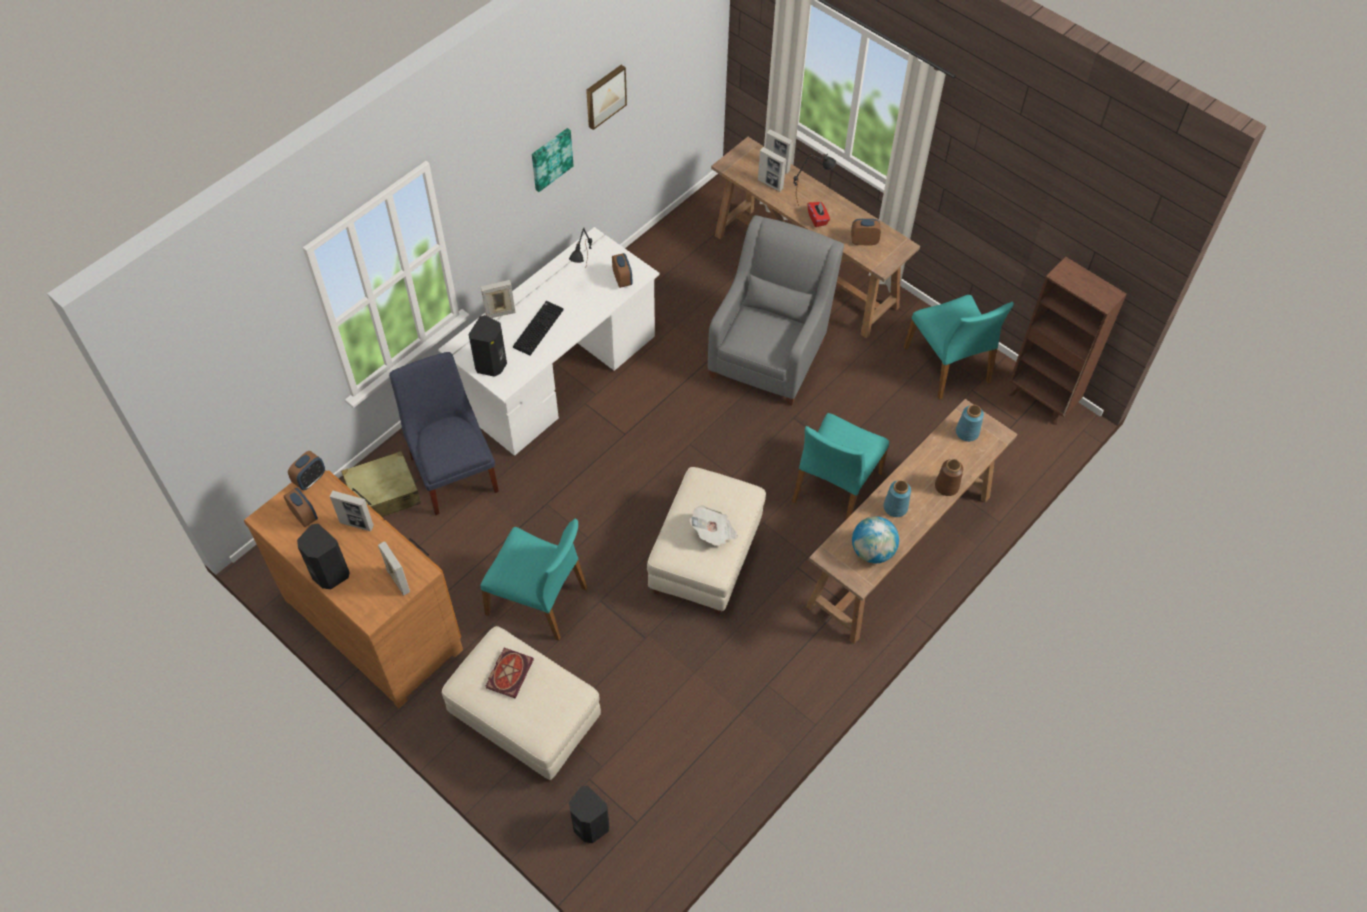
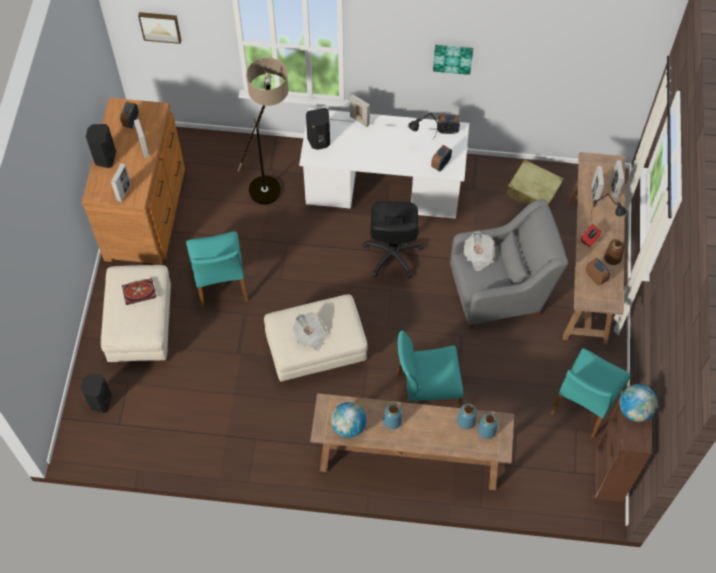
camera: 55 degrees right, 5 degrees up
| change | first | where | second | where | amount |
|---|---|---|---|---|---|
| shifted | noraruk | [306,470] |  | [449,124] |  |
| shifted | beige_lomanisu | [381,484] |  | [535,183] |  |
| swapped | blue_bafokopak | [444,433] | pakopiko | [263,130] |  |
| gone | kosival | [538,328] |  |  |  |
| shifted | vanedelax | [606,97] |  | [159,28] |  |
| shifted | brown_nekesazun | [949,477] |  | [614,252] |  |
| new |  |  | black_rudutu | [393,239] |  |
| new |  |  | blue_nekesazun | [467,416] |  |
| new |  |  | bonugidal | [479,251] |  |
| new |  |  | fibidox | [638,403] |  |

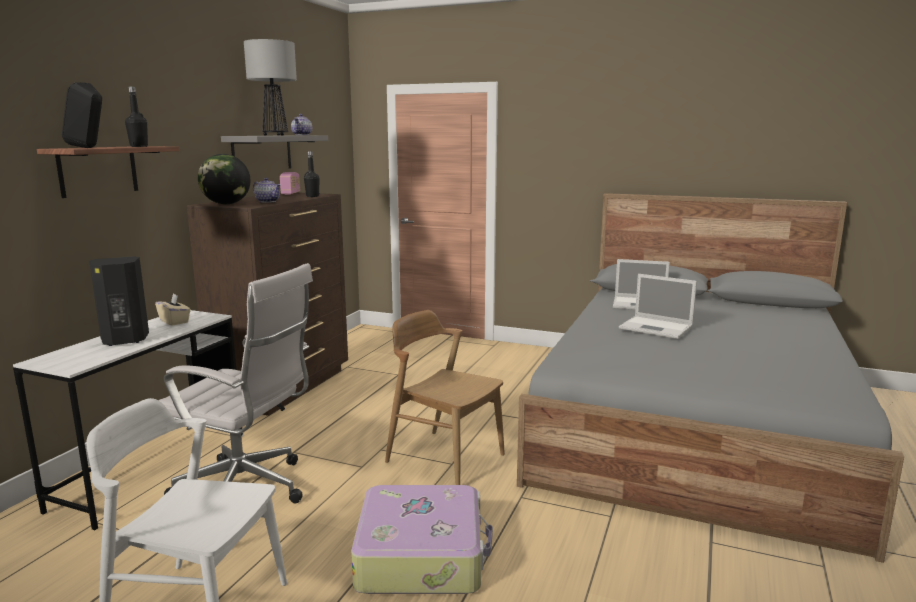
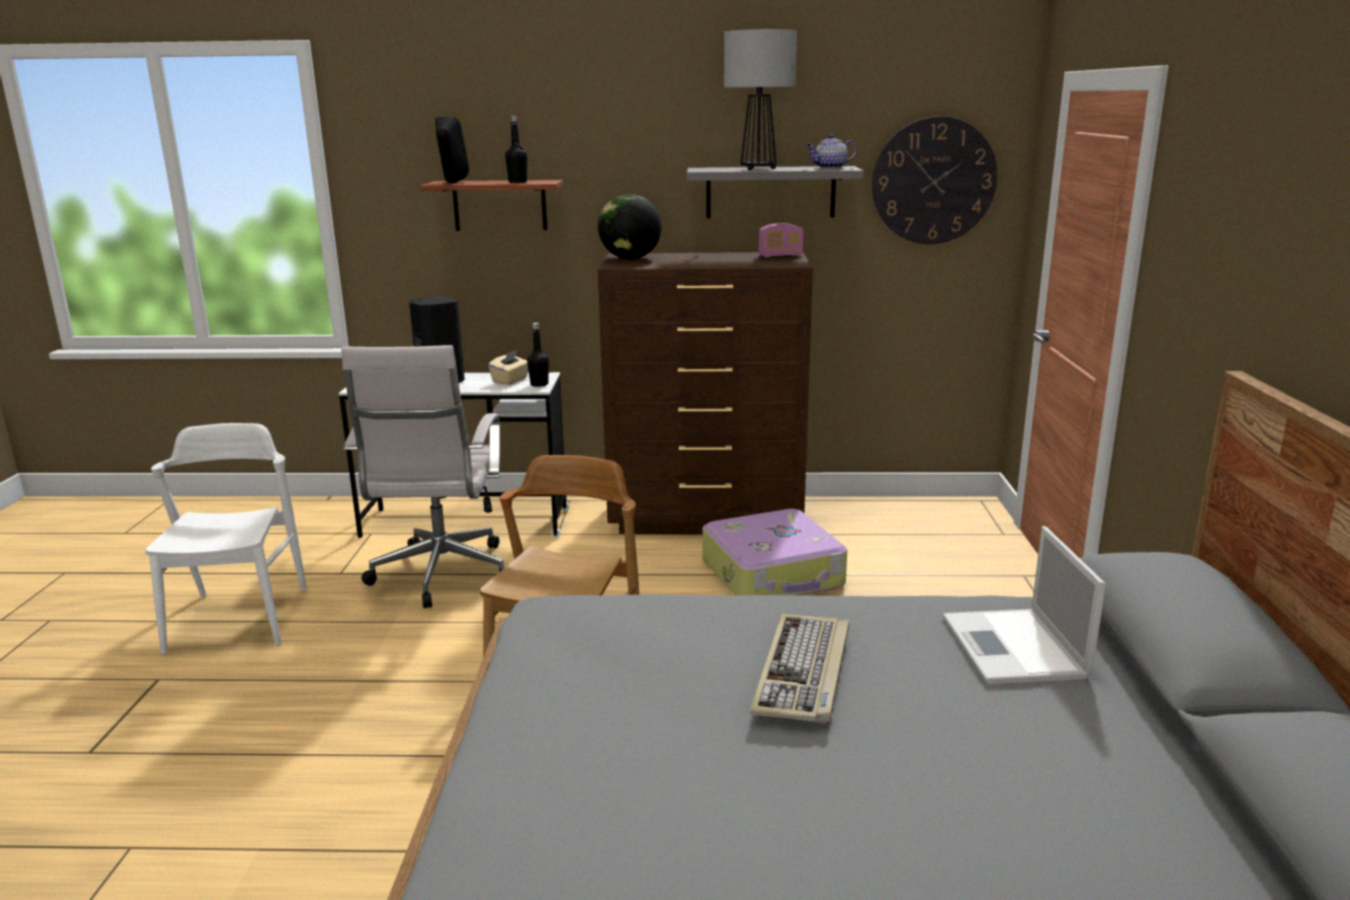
camera: 70 degrees right, 5 degrees up
| change | first | where | second | where | amount |
|---|---|---|---|---|---|
| gone | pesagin | [267,190] |  |  |  |
| shifted | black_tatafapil | [312,174] |  | [538,355] |  |
| shifted | lomanisu | [422,539] |  | [774,552] |  |
| swapped | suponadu | [658,306] | kosival | [800,669] |  |
| new |  |  | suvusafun | [934,180] |  |

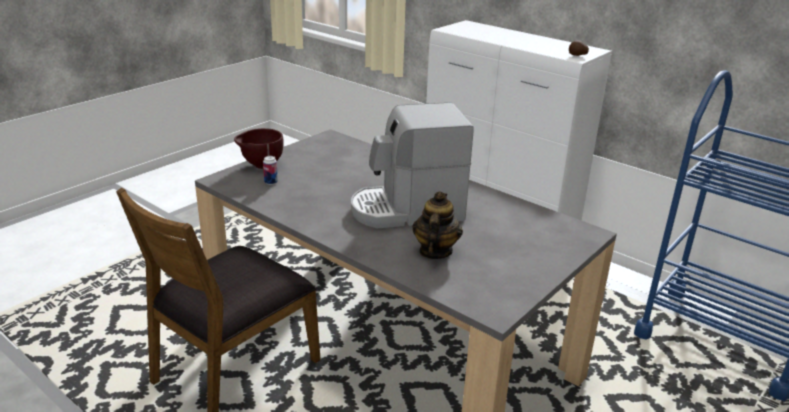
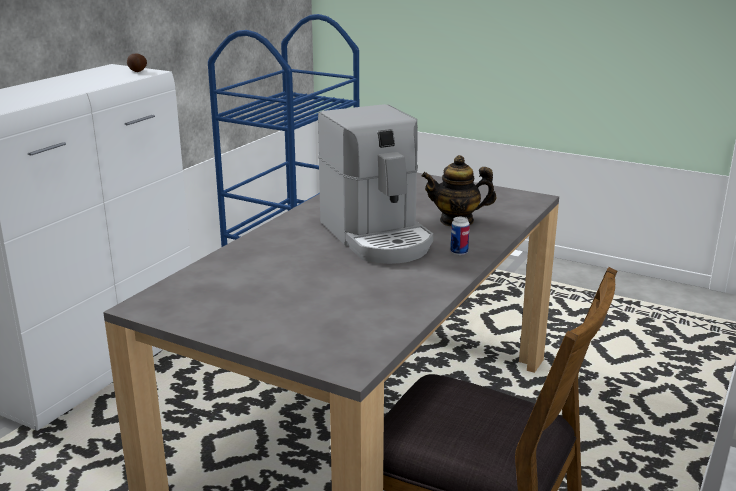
camera: 100 degrees left, 5 degrees down
| change | first | where | second | where | amount |
|---|---|---|---|---|---|
| gone | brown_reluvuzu | [259,148] |  |  |  |
| shifted | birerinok | [270,170] |  | [460,236] |  |

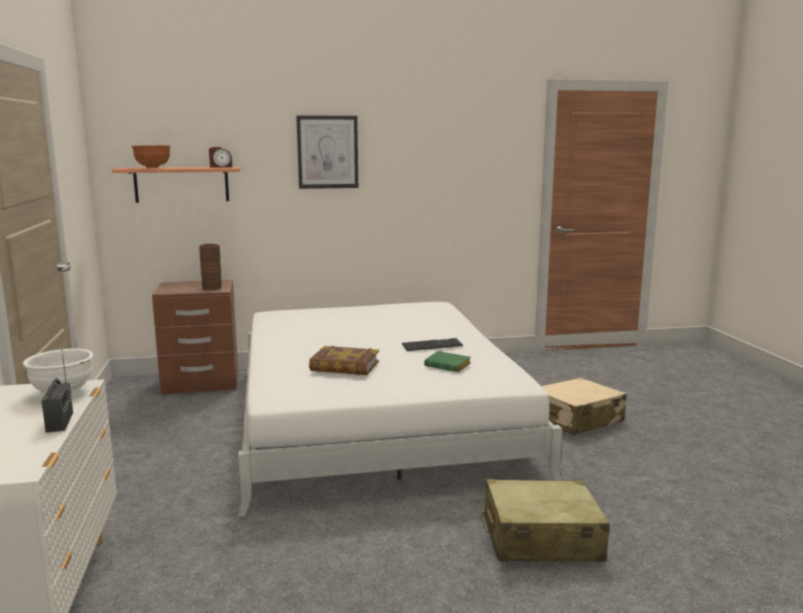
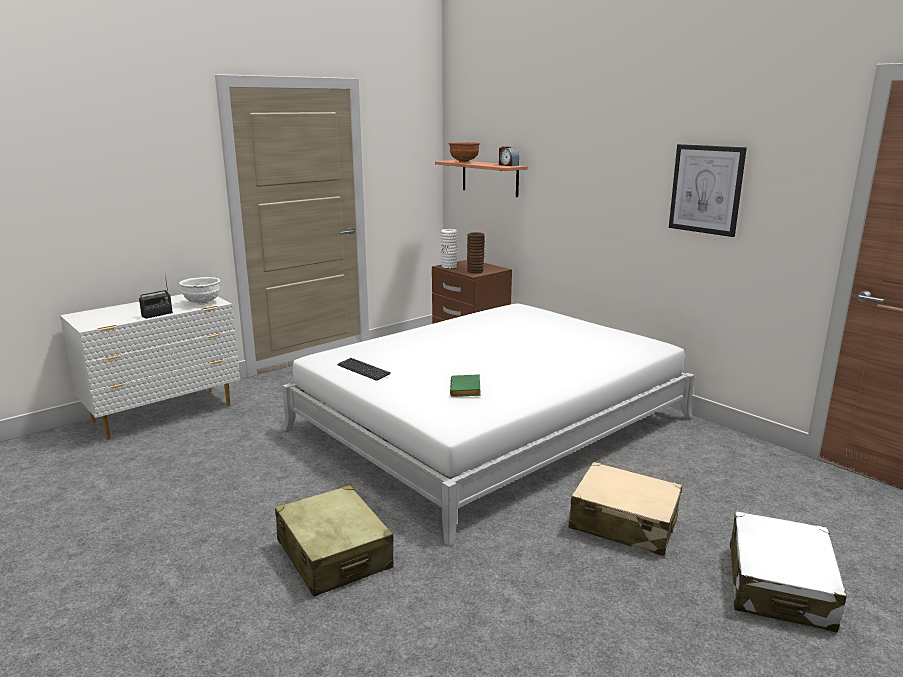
camera: 60 degrees right, 5 degrees up
| change | first | where | second | where | amount |
|---|---|---|---|---|---|
| shifted | vanedelax | [327,152] |  | [708,190] |  |
| gone | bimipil | [344,360] |  |  |  |
| shifted | kosival | [432,344] |  | [363,369] |  |
| new |  |  | white_nekesazun | [449,249] |  |
| new |  |  | white_lomanisu | [788,571] |  |

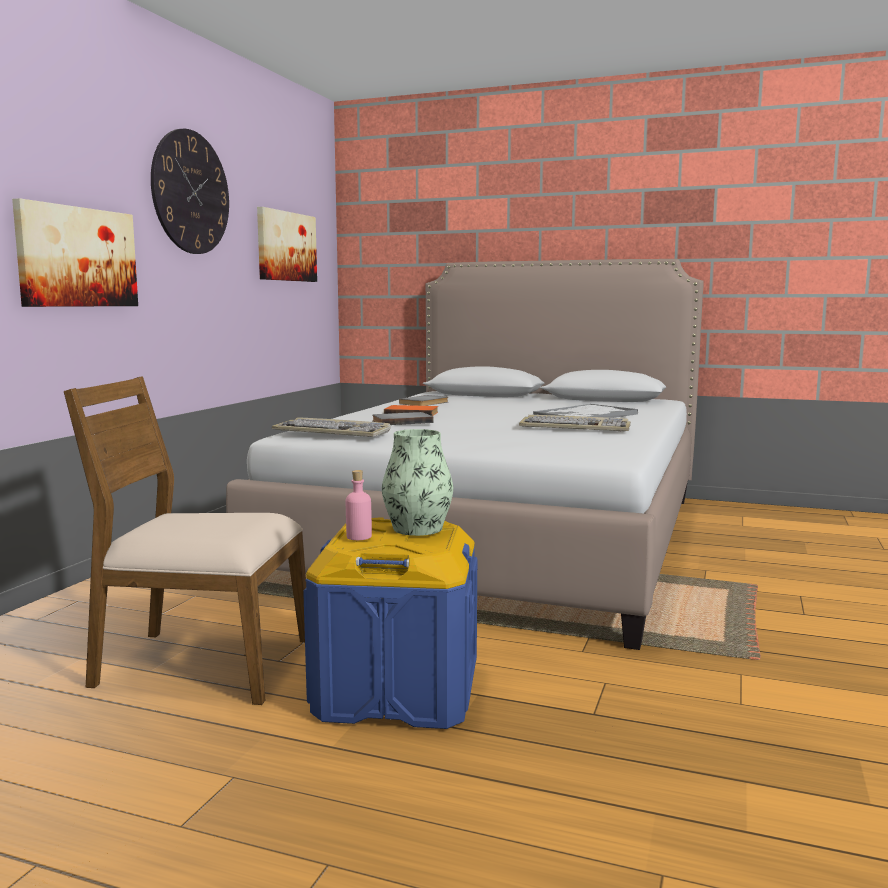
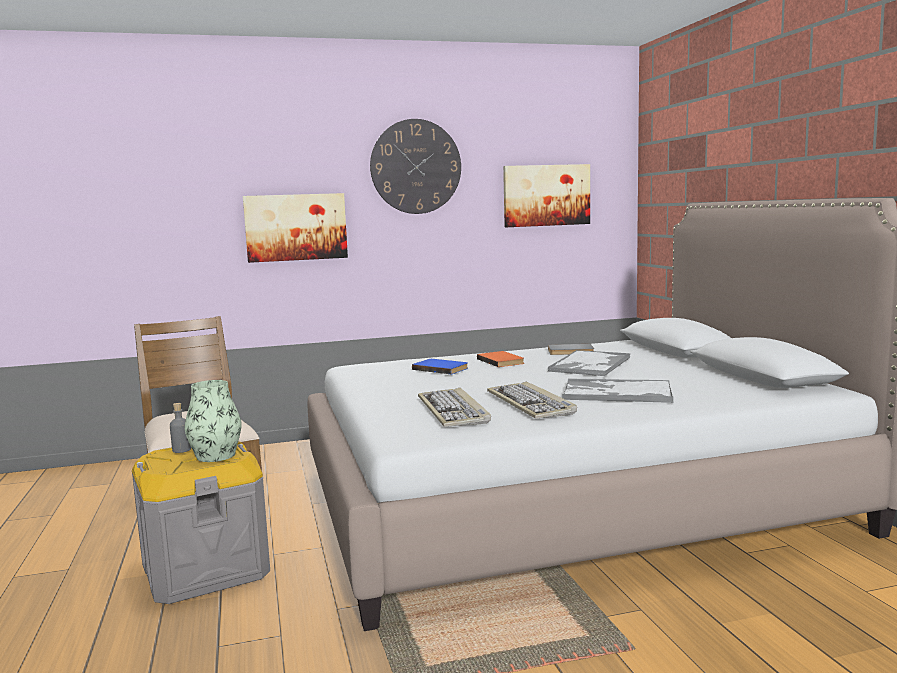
camera: 55 degrees right, 0 degrees up
| change | first | where | second | where | amount |
|---|---|---|---|---|---|
| shifted | kosival | [331,427] |  | [454,407] |  |
| repainted | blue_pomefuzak | [390,623] | grey_pomefuzak | [201,522] |  |
| repainted | pink_tatafapil | [359,505] | grey_tatafapil | [180,428] |  |
| repainted | grey_bimipil | [403,418] | blue_bimipil | [440,366] |  |
| new |  |  | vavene | [589,363] |  |

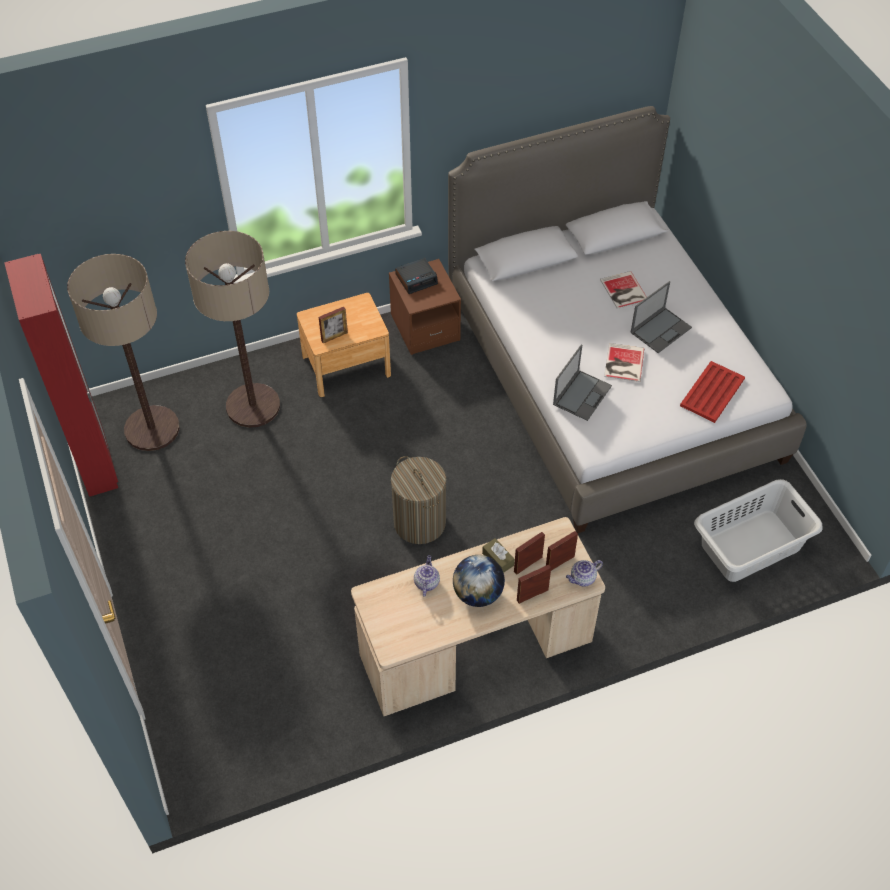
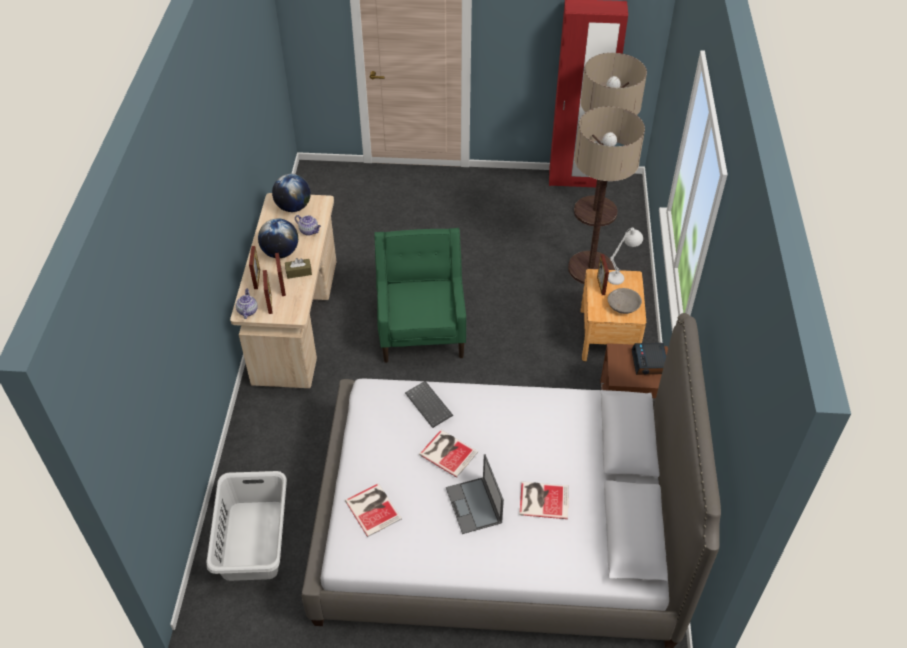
camera: 115 degrees right, 5 degrees down
| change | first | where | second | where | amount |
|---|---|---|---|---|---|
| swapped | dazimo | [418,500] | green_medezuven | [420,295] |  |
| swapped | suponadu | [582,382] | kosival | [429,404] |  |
| swapped | red_vavene | [712,392] | bimipil | [373,510] |  |
| new |  |  | fibidox | [291,193] |  |
| new |  |  | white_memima | [625,256] |  |
| new |  |  | grey_reluvuzu | [625,301] |  |

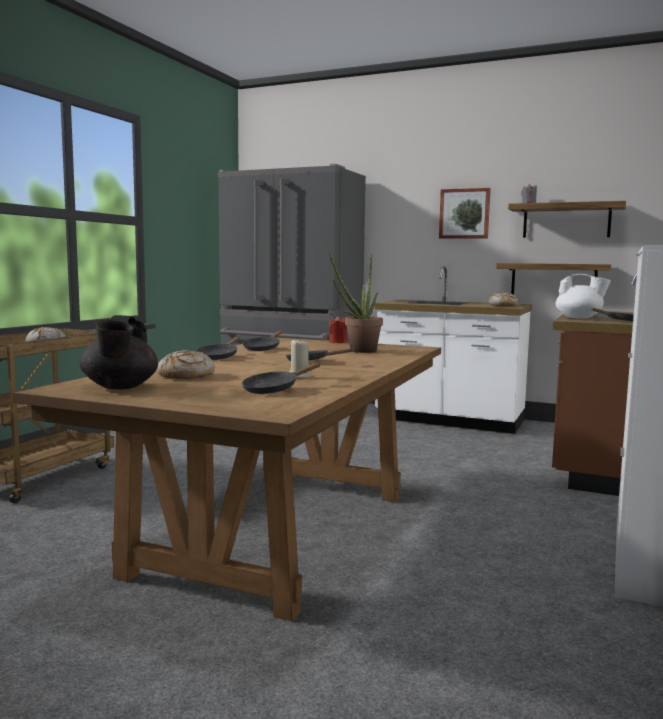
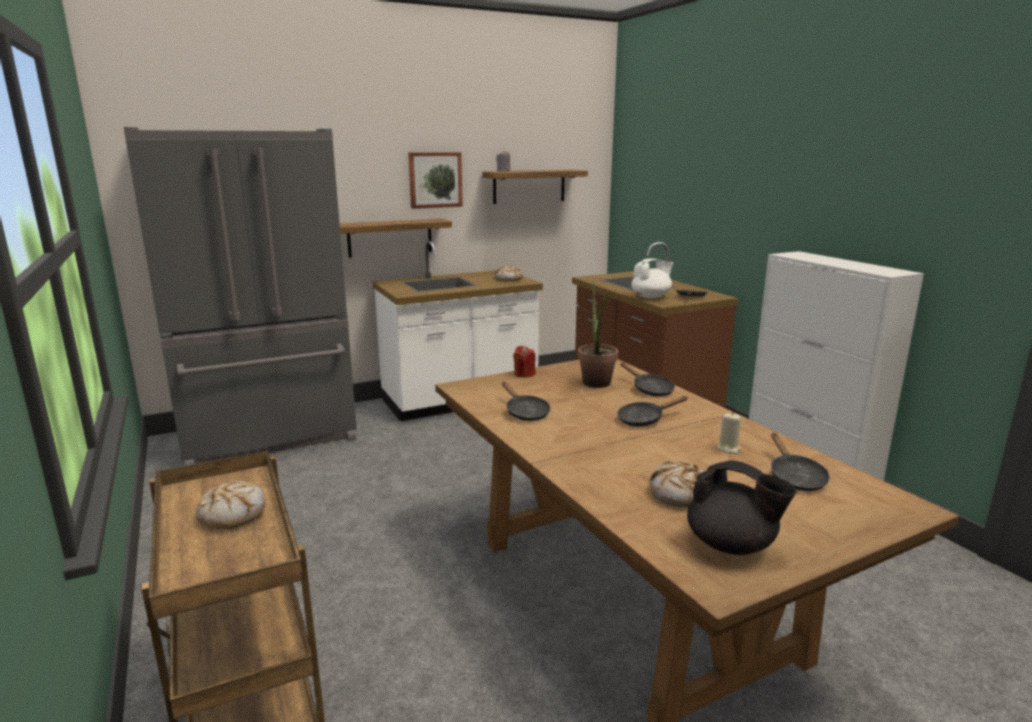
camera: 50 degrees left, 10 degrees up
| change | first | where | second | where | amount |
|---|---|---|---|---|---|
| shifted | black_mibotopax | [218,348] |  | [648,379] |  |
| shifted | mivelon | [553,278] |  | [396,238] |  |

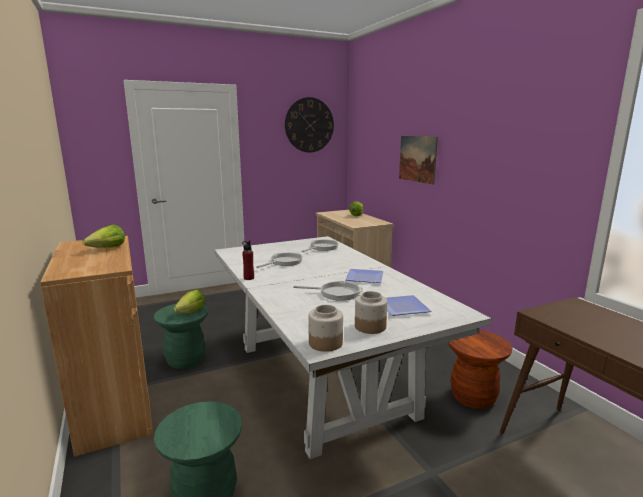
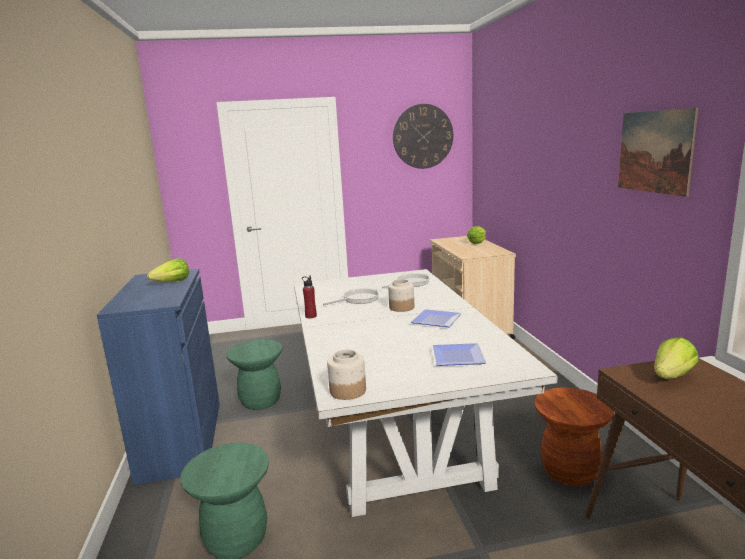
camera: 15 degrees right, 0 degrees up
| change | first | where | second | where | amount |
|---|---|---|---|---|---|
| repainted | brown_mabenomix | [96,346] | blue_mabenomix | [158,377] |  |
| shifted | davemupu | [189,301] |  | [676,358] |  |
| gone | mibotopax | [328,291] |  |  |  |
| shifted | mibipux | [371,312] |  | [401,295] |  |
| shifted | vanedelax | [418,160] |  | [658,152] |  |

